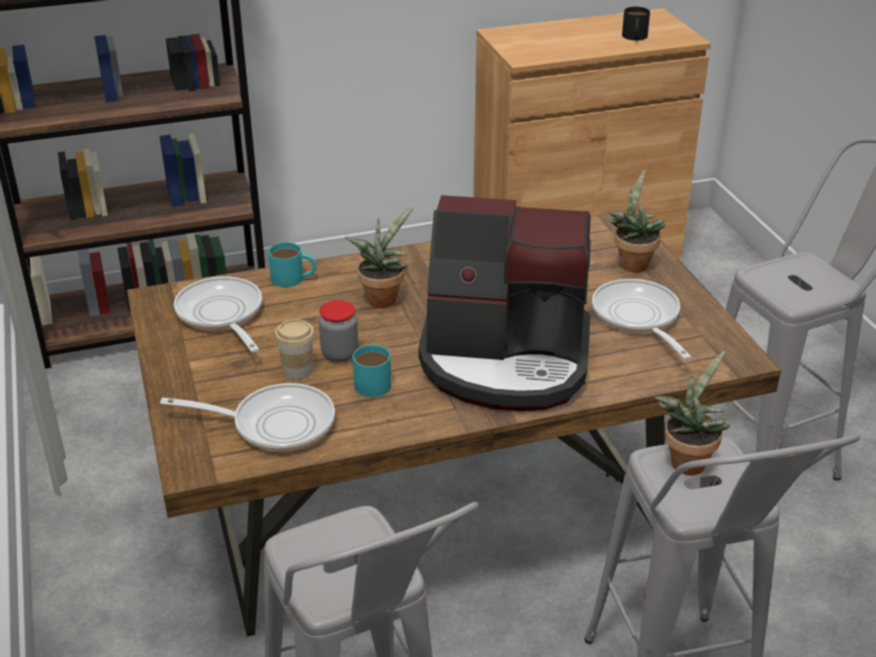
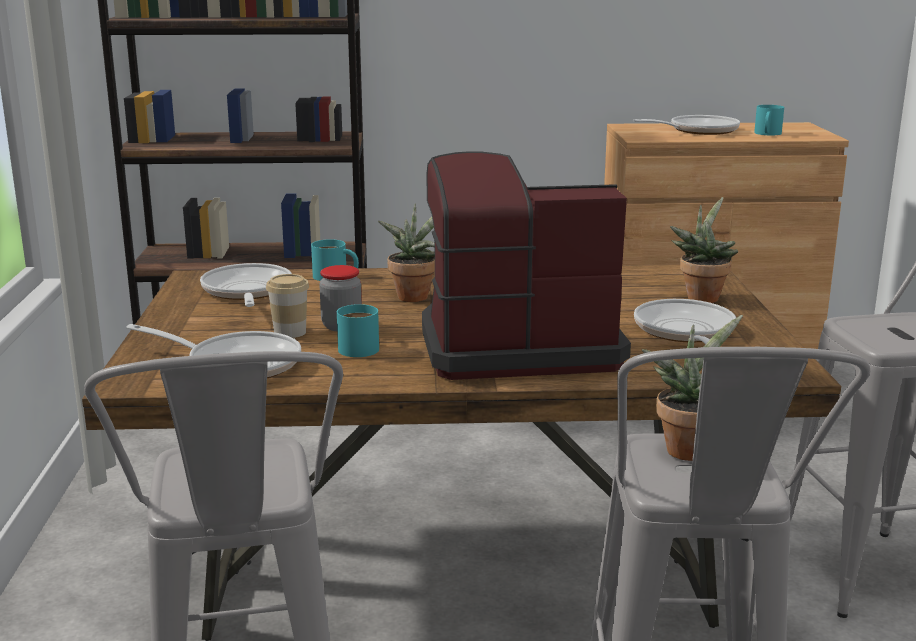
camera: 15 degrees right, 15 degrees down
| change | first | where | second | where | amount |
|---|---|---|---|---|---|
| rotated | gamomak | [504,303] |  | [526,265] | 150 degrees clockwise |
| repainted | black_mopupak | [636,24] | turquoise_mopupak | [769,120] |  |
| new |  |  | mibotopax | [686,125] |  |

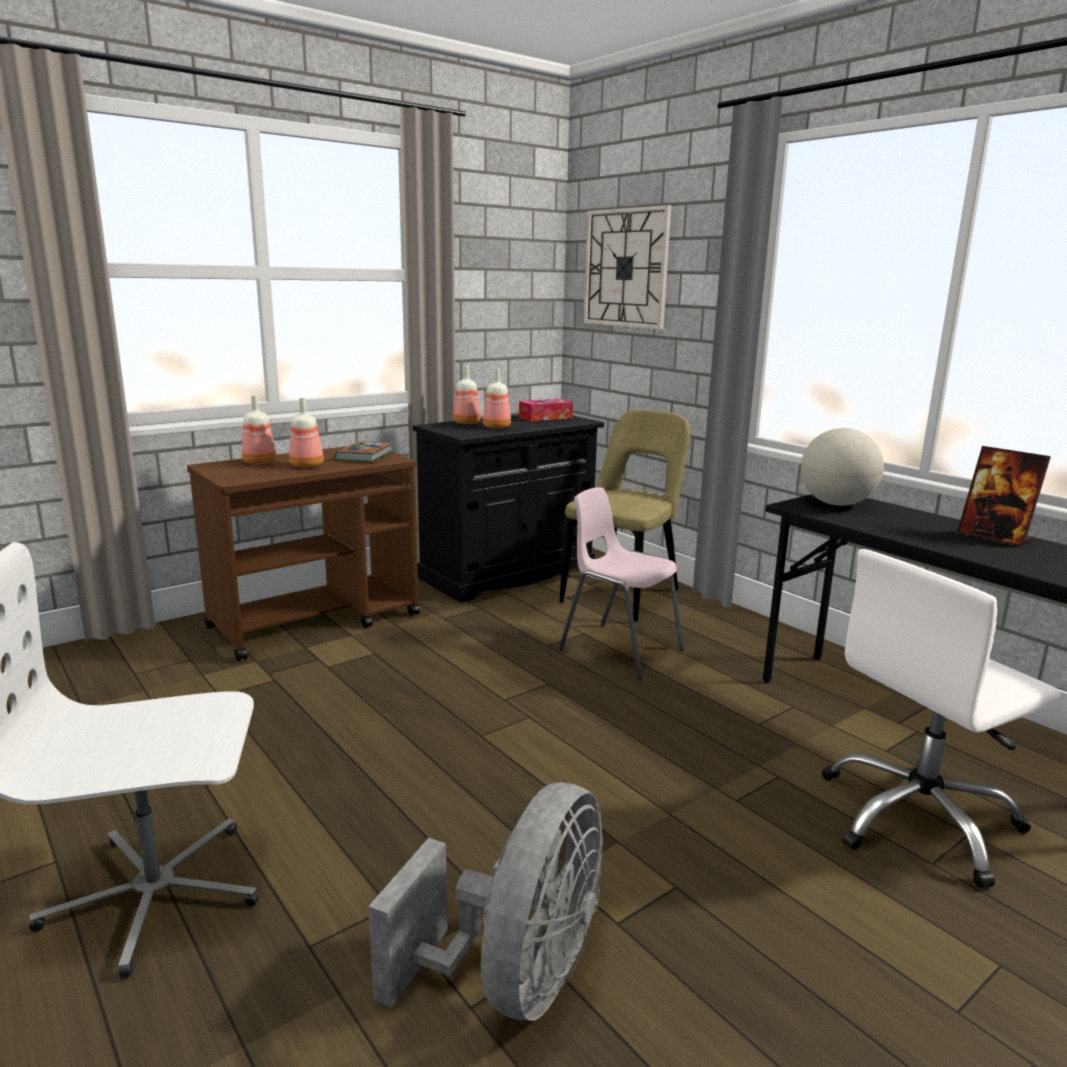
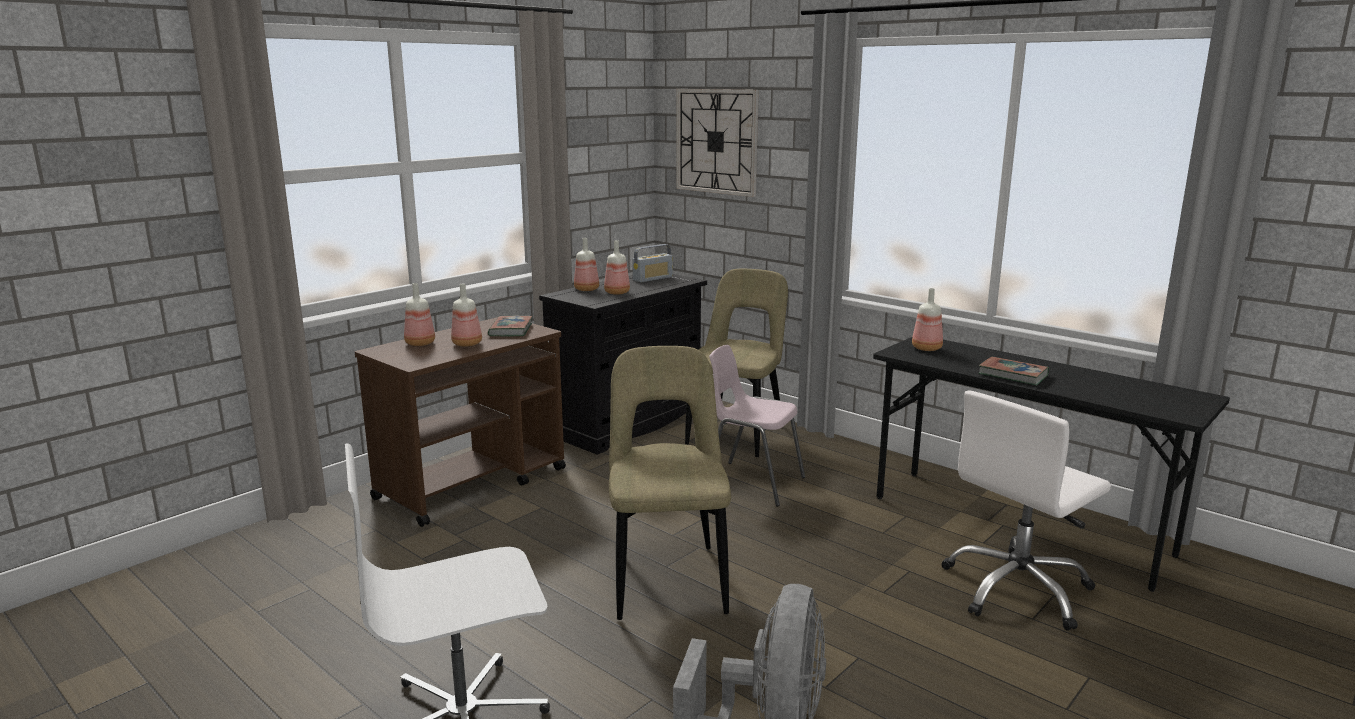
camera: 10 degrees left, 0 degrees up
| change | first | where | second | where | amount |
|---|---|---|---|---|---|
| swapped | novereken | [546,410] | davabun | [652,263] |  |
| swapped | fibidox | [842,467] | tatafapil | [927,319] |  |
| gone | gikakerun | [1004,496] |  |  |  |
| new |  |  | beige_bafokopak | [670,483] |  |
| new |  |  | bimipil | [1014,371] |  |

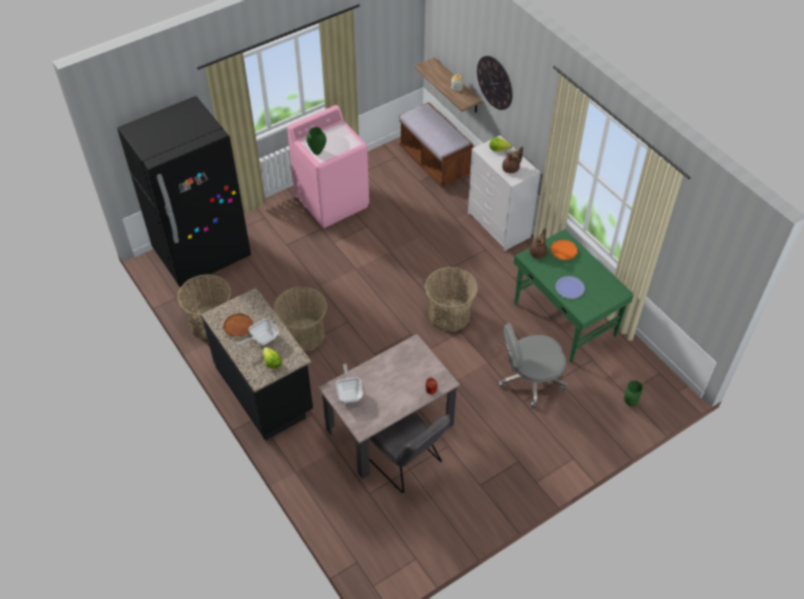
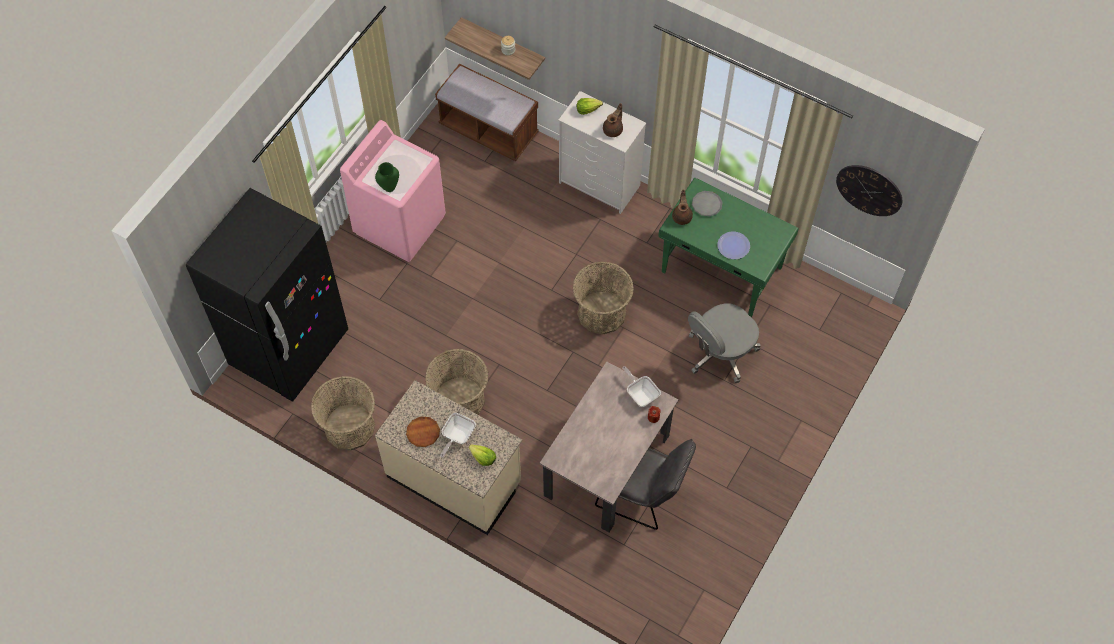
camera: 25 degrees left, 10 degrees up
| change | first | where | second | where | amount |
|---|---|---|---|---|---|
| repainted | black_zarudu | [257,364] | beige_zarudu | [448,457] |  |
| shifted | mibotopax | [349,383] |  | [641,386] |  |
| shifted | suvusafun | [495,83] |  | [869,190] |  |
| repainted | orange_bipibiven | [564,250] | grey_bipibiven | [707,204] |  |
| gone | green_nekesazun | [633,393] |  |  |  |

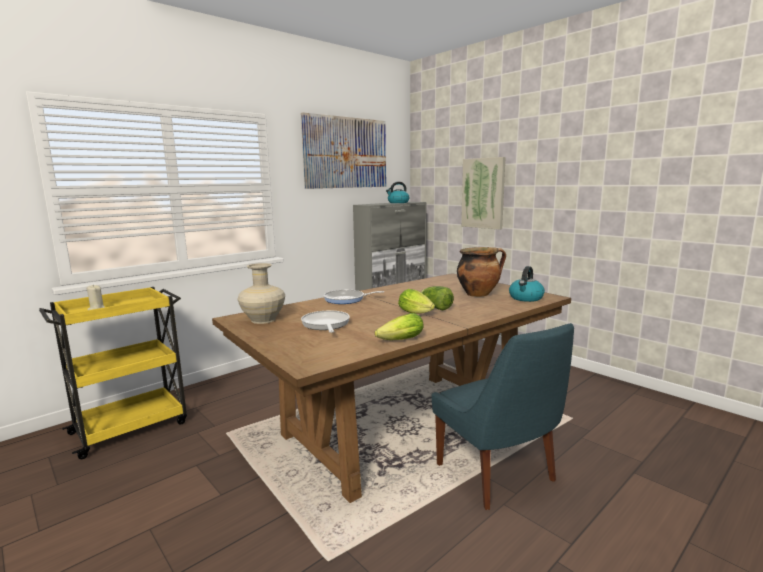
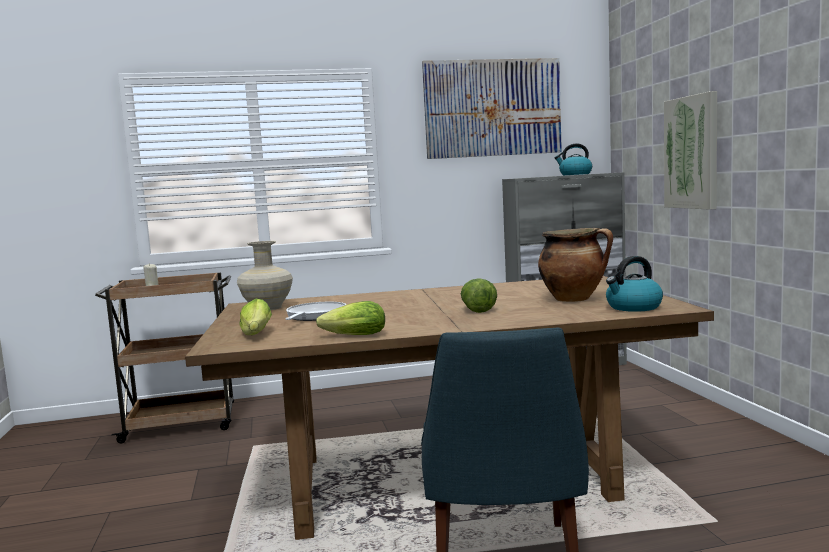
camera: 30 degrees right, 5 degrees down
| change | first | where | second | where | amount |
|---|---|---|---|---|---|
| repainted | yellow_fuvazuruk | [113,373] | brown_fuvazuruk | [164,358] |  |
| gone | mibotopax | [354,297] |  |  |  |
| shifted | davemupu | [416,301] |  | [256,317] |  |

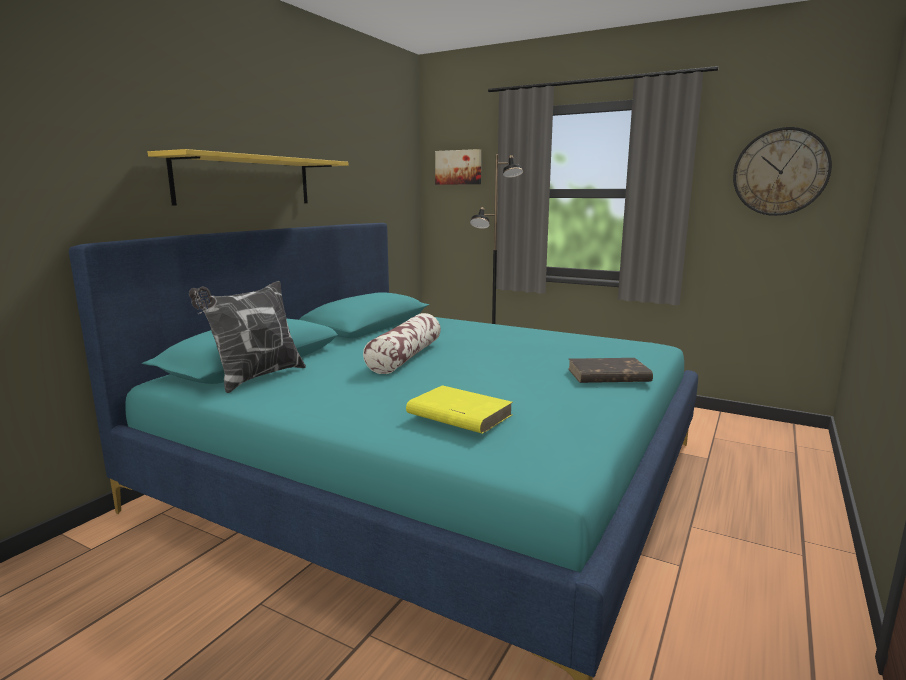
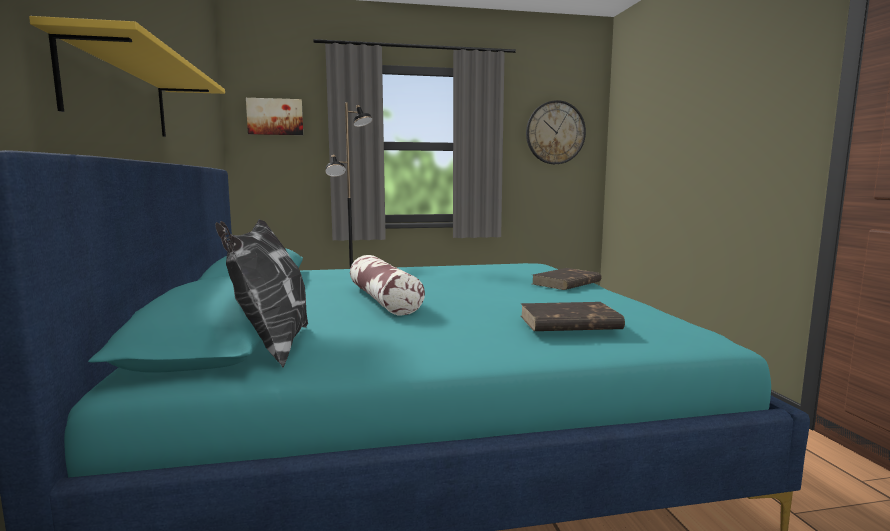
camera: 40 degrees left, 5 degrees down
| change | first | where | second | where | amount |
|---|---|---|---|---|---|
| repainted | yellow_bimipil | [459,409] | brown_bimipil | [573,316] |  |

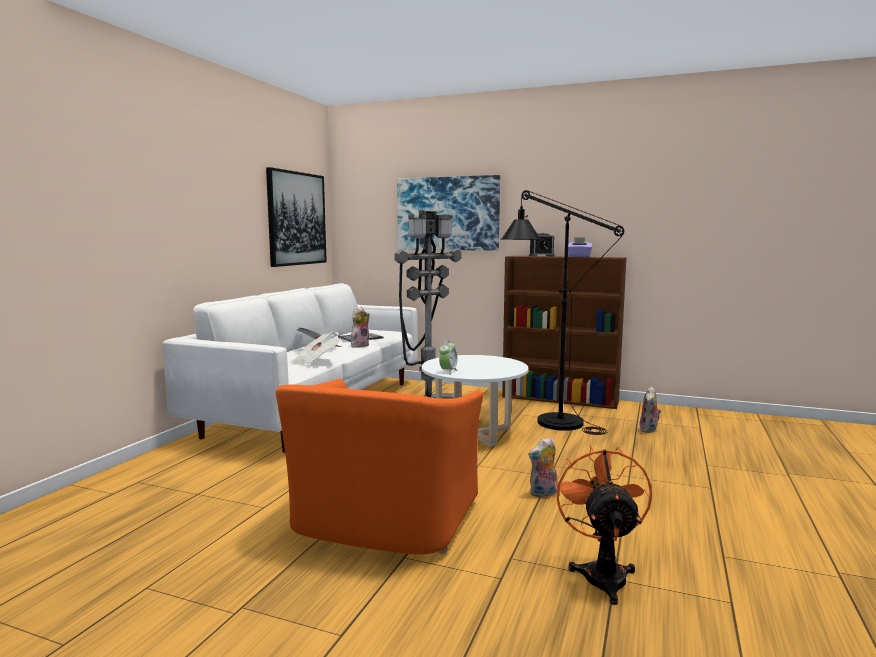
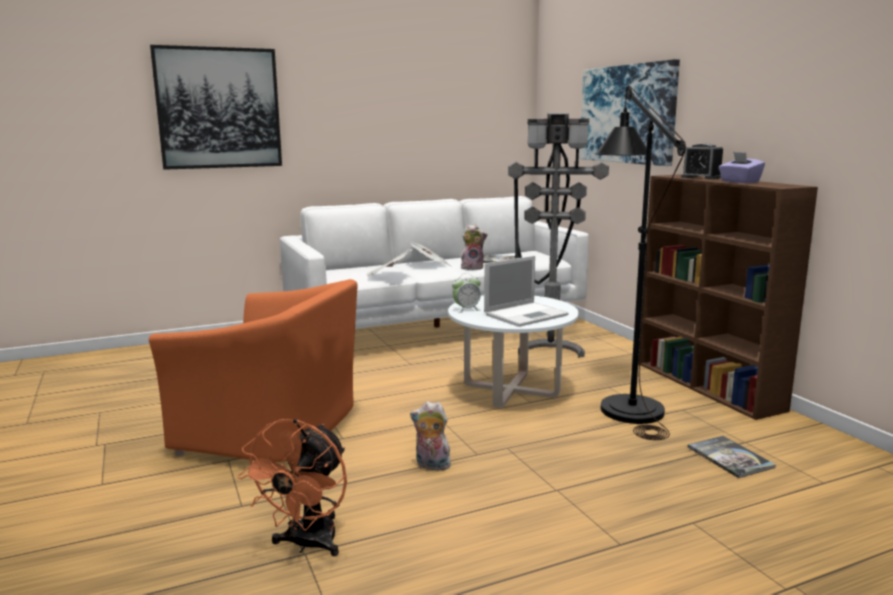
camera: 45 degrees right, 5 degrees up
| change | first | where | second | where | amount |
|---|---|---|---|---|---|
| shifted | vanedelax | [296,217] |  | [216,107] |  |
| rotated | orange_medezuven | [379,467] |  | [253,370] | 135 degrees counterclockwise |
| rotated | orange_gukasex | [603,525] |  | [292,487] | 150 degrees clockwise |
| swapped | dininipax | [650,409] | bimipil | [732,457] |  |
| new |  |  | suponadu | [526,291] |  |

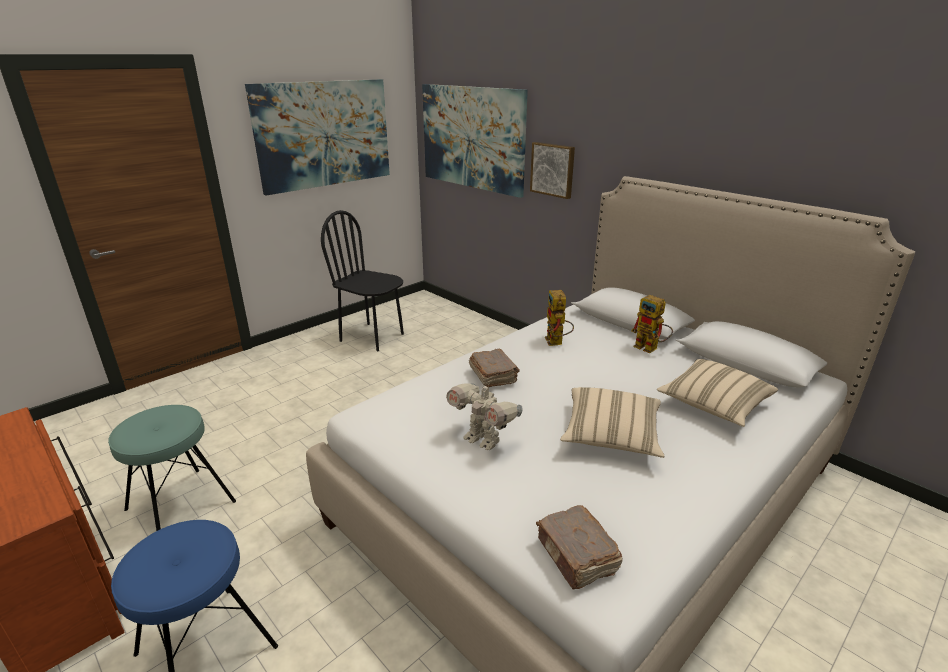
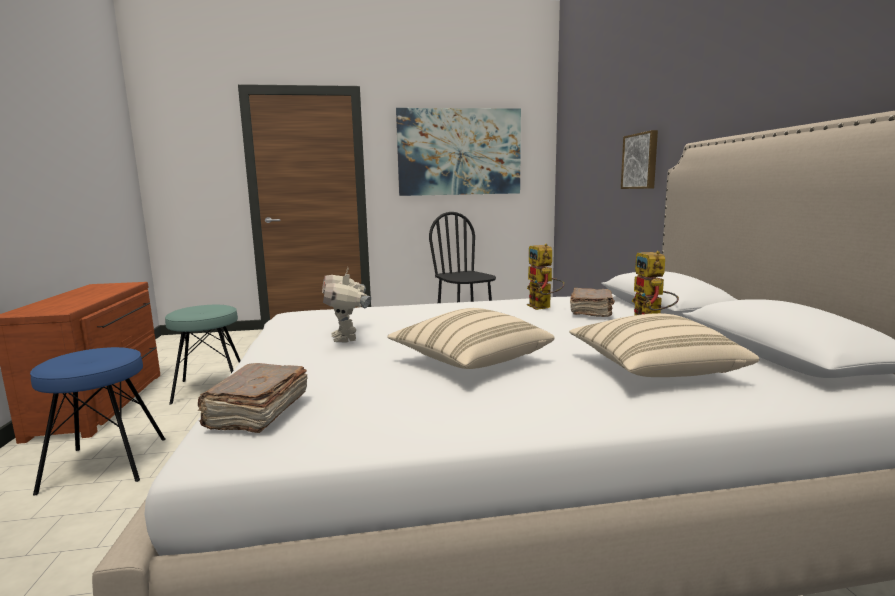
camera: 35 degrees right, 15 degrees down
| change | first | where | second | where | amount |
|---|---|---|---|---|---|
| gone | vanedelax | [475,141] |  |  |  |
| shifted | brown_bimipil | [494,368] |  | [592,302] |  |
| rotated | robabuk | [559,318] |  | [545,277] | 45 degrees counterclockwise |

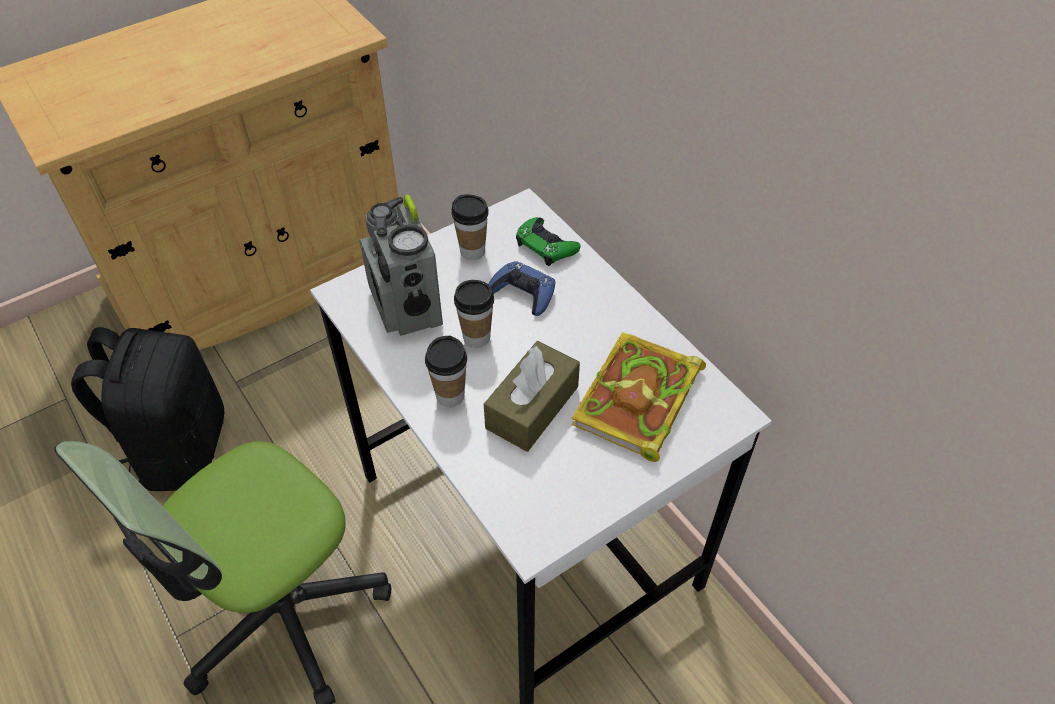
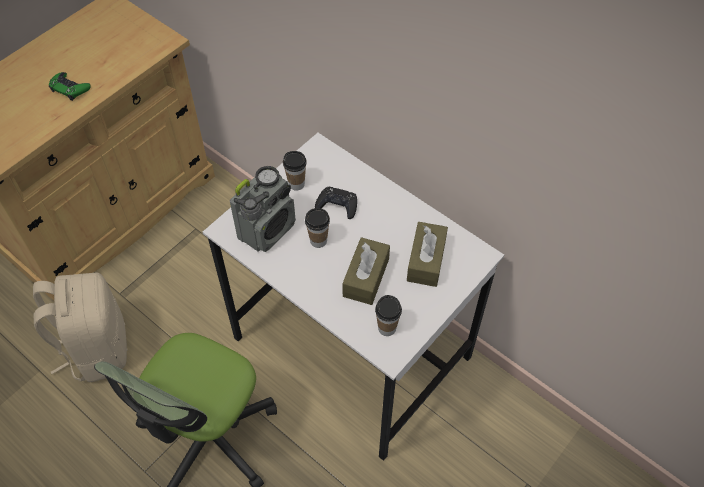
camera: 15 degrees left, 5 degrees up
| change | first | where | second | where | amount |
|---|---|---|---|---|---|
| repainted | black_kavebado | [148,409] | beige_kavebado | [80,327] |  |
| rotated | davabun | [401,265] |  | [263,209] | 105 degrees counterclockwise |
| shifted | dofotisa | [446,371] |  | [388,315] |  |
| repainted | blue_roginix | [521,288] | black_roginix | [336,203] |  |
| shifted | green_roginix | [548,241] |  | [70,86] |  |
| swapped | bimipil | [638,397] | brown_novereken | [427,254] |  |

